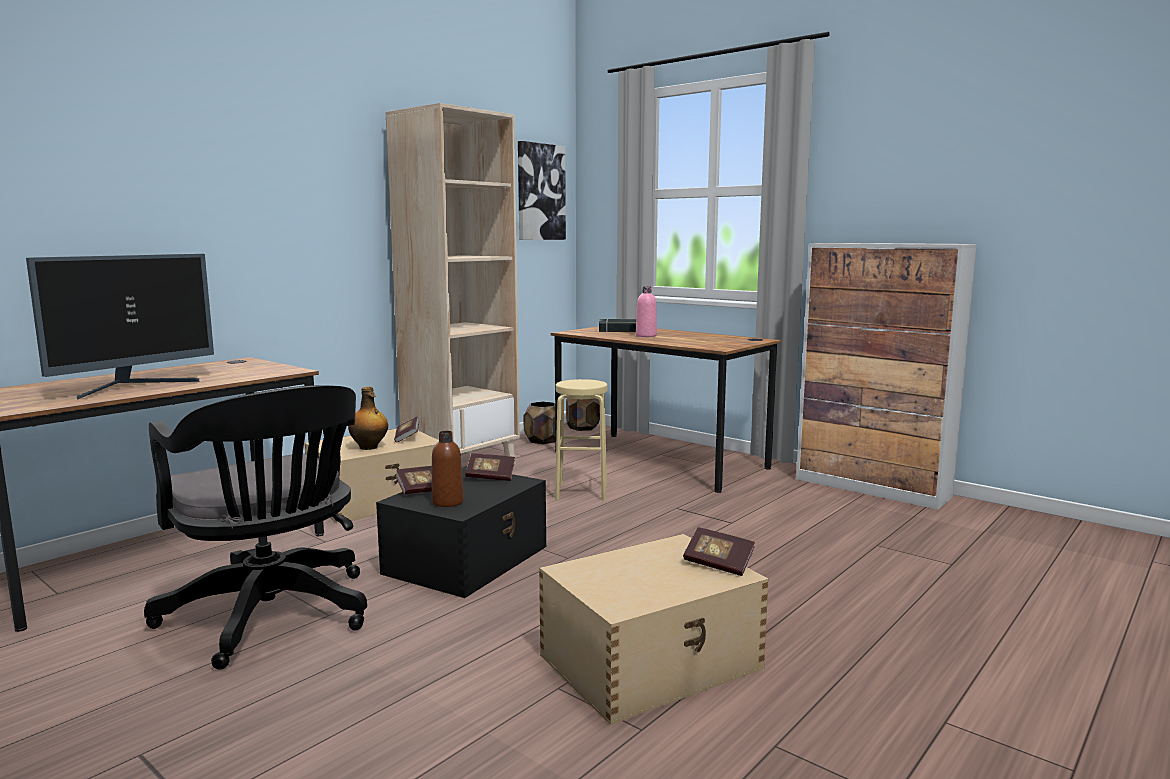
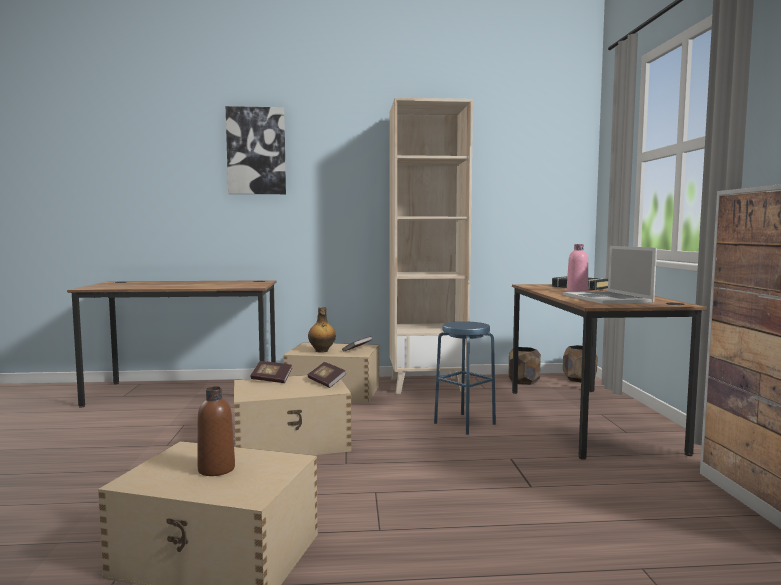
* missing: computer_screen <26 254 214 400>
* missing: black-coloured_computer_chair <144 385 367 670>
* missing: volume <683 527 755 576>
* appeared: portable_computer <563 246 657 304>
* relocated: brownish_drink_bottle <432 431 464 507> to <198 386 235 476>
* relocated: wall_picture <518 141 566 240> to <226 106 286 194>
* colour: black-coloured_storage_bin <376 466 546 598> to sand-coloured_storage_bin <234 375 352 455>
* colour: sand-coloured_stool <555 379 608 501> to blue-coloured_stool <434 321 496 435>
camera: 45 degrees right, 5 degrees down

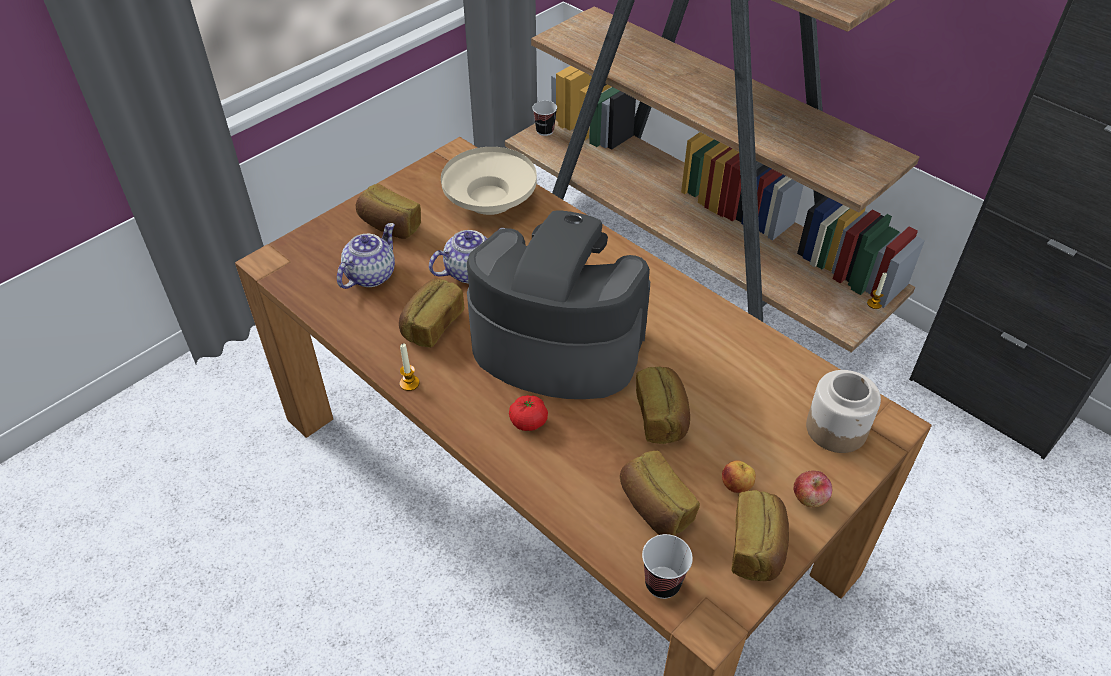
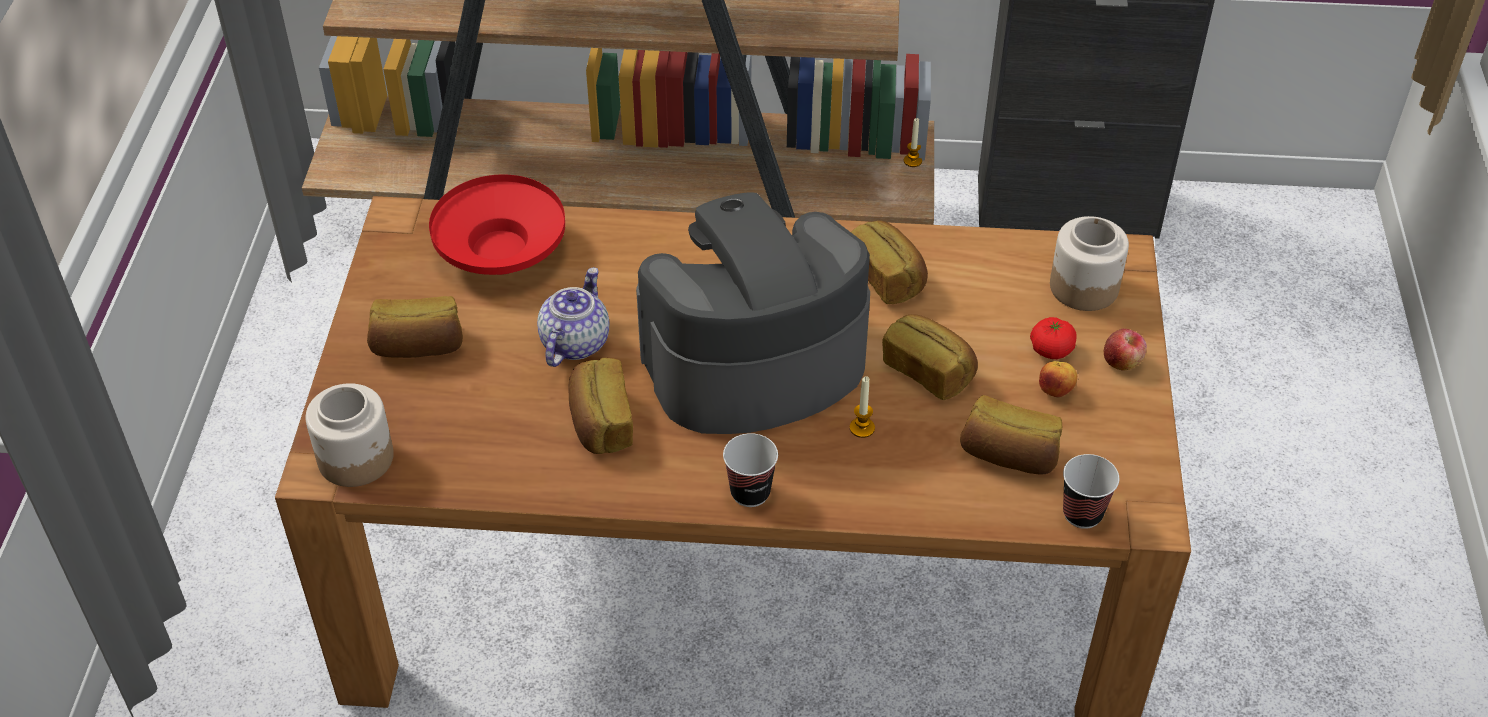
* missing: tea_pot <337 223 395 289>
* appeared: jar <305 383 394 487>
* relocated: candle <400 343 420 391> to <850 377 875 438>
* relocated: tomato <509 395 548 431> to <1030 317 1077 359>
* relocated: drinking_cup <532 101 557 136> to <723 433 778 507>
* relocated: bread <731 490 789 581> to <851 220 928 304>
* colour: sand-coloured_deep_dish <441 147 537 215> to reddish_deep_dish <429 175 565 275>
camera: 40 degrees left, 0 degrees up

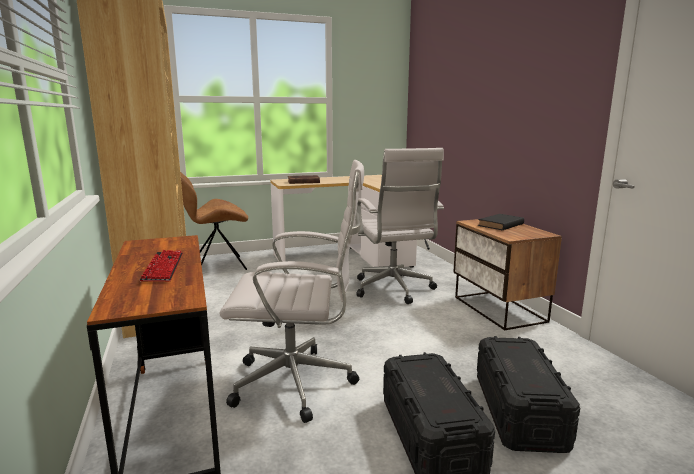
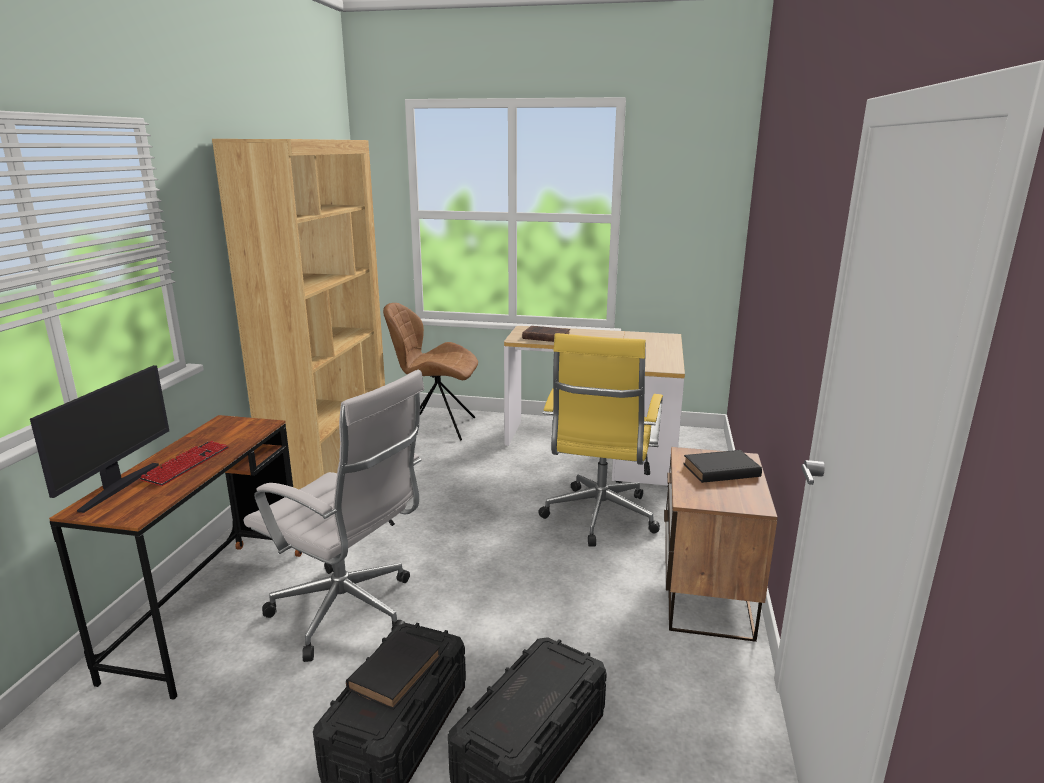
* appeared: computer_screen <30 365 169 513>
* appeared: black-coloured_volume <346 630 441 710>
* colour: white-coloured_computer_chair <355 148 444 304> to yellowish_computer_chair <538 333 663 547>
camera: 30 degrees right, 5 degrees up

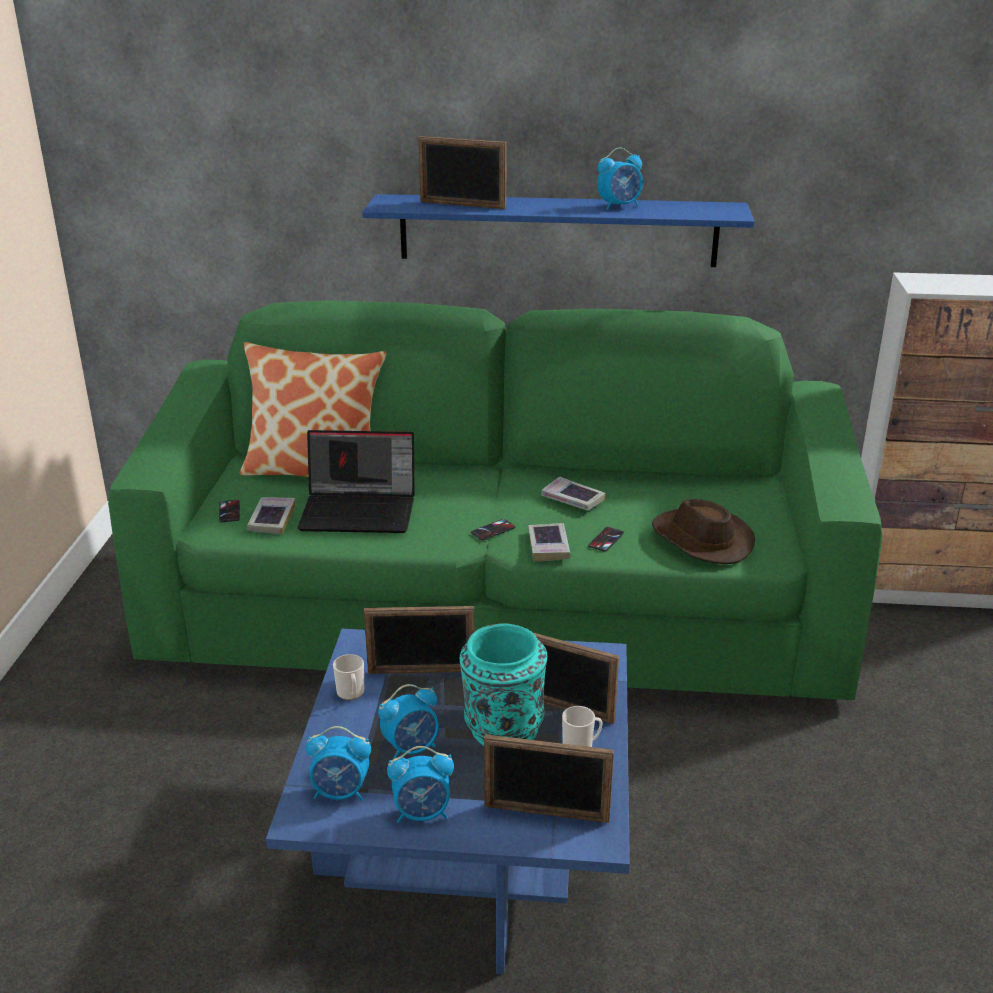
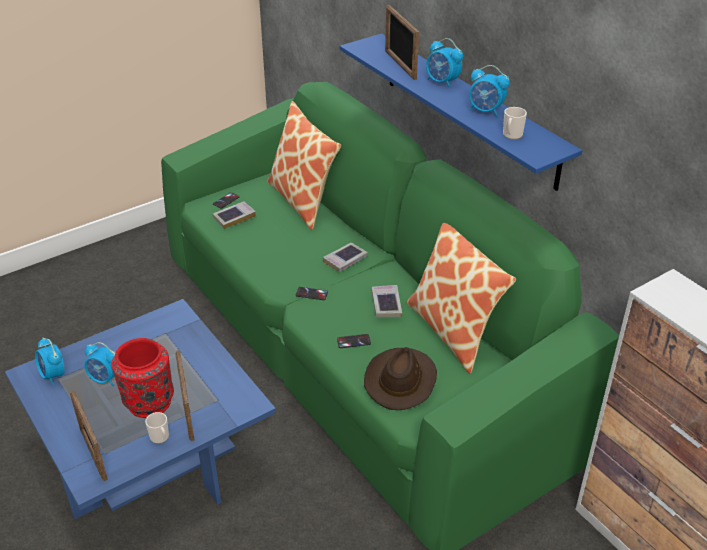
* missing: portable_computer <297 430 414 533>
* missing: picture_frame <364 606 475 674>
* appeared: pillow <407 223 516 374>
* relocated: mug <333 654 364 700> to <503 107 527 140>
* relocated: alarm_clock <387 746 454 823> to <426 38 463 88>
* relocated: volume <528 523 571 562> to <323 243 368 272>
* colour: turquoise_decorative_vase <460 623 547 746> to reddish_decorative_vase <111 338 174 418>
camera: 50 degrees right, 10 degrees up

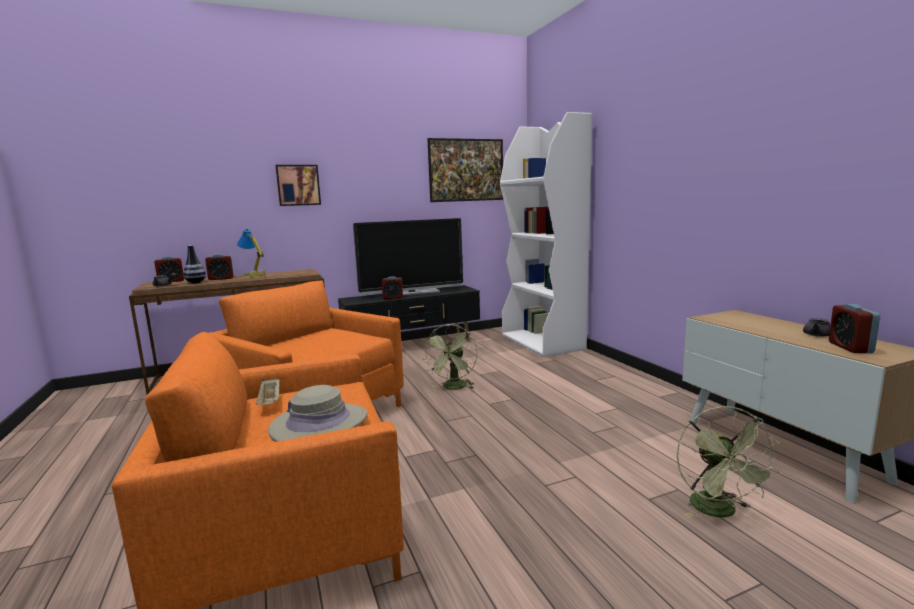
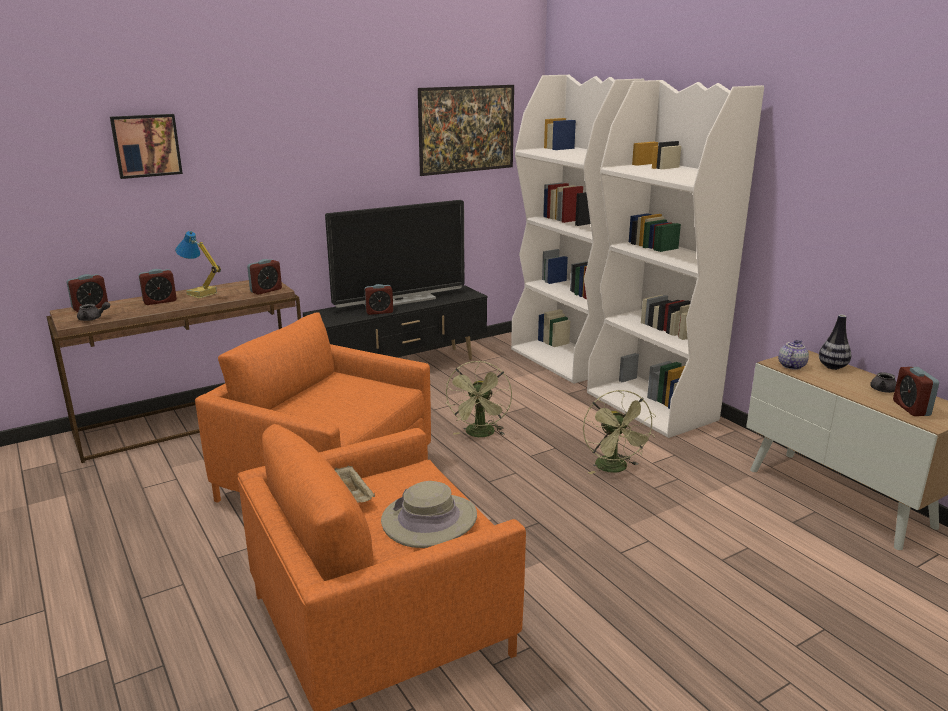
* appeared: alarm_clock <247 259 282 295>
* appeared: white-coloured_bookcase <587 80 764 438>
* appeared: tea_pot <778 340 809 370>
* relocated: decorative_vase <183 245 206 283> to <819 315 851 370>
* relocated: wall_picture <276 165 321 206> to <110 114 183 179>
* relocated: green_electric_fan <677 406 781 518> to <583 390 656 474>
camera: 10 degrees left, 10 degrees up

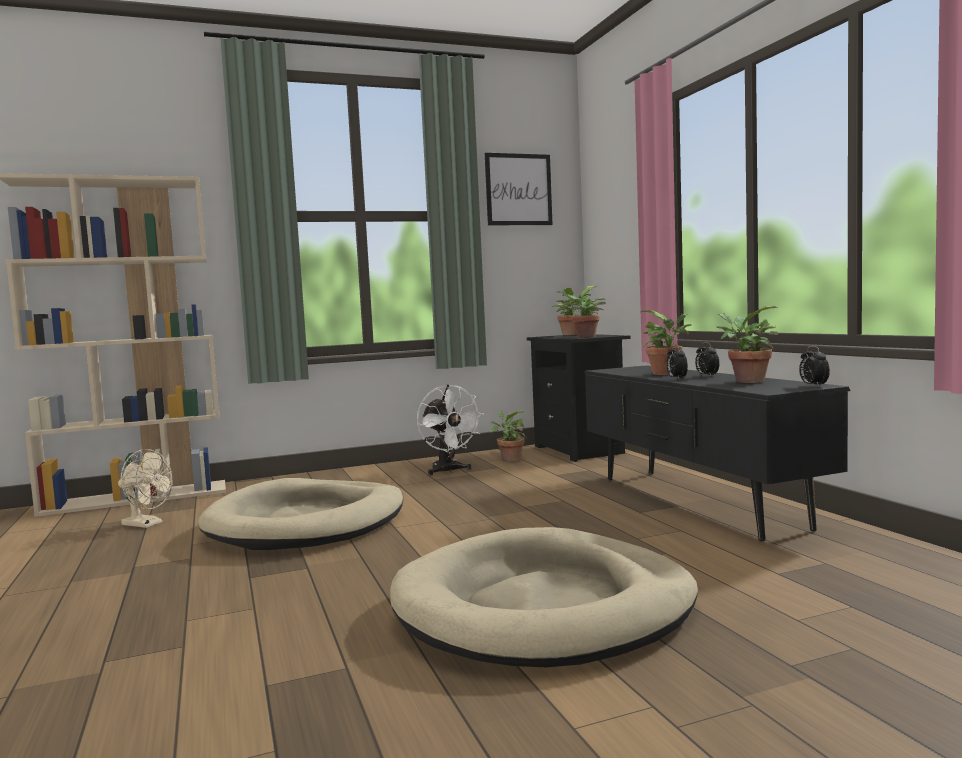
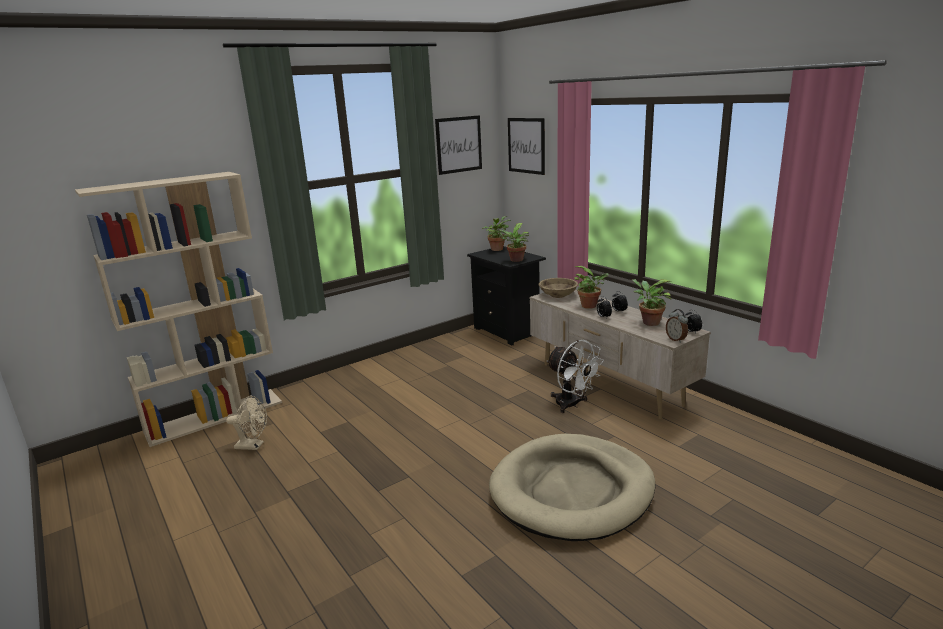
* missing: sand-coloured_pet_bed <198 478 403 550>
* missing: plant_in_a_pot <490 410 526 462>
* appeared: wall_picture <508 118 545 175>
* appeared: sand-coloured_deep_dish <539 278 578 298>
* appeared: alarm_clock <666 309 688 343>
* relocated: white-coloured_electric_fan <417 384 483 476> to <547 340 604 413>
* colour: black-coloured_tv_stand <585 365 851 541> to sand-coloured_tv_stand <530 290 711 419>
camera: 15 degrees left, 15 degrees up

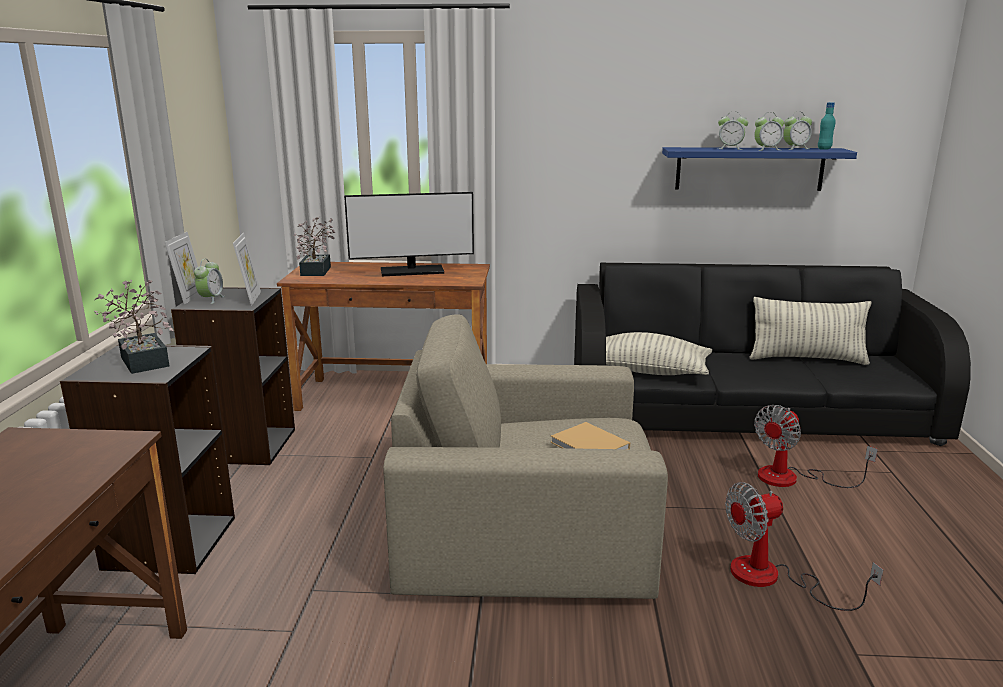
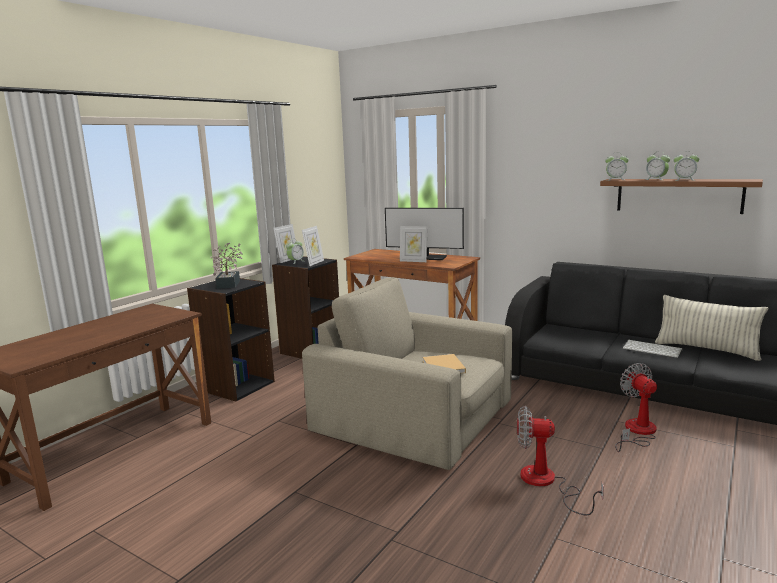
* missing: plant_in_a_pot <294 217 336 276>
* missing: pillow <606 332 712 375>
* missing: turquoise_drink_bottle <818 102 836 150>
* appeared: picture_frame <400 226 428 262>
* appeared: keyboard <623 340 683 358>
* relocated: alarm_clock <783 112 812 150> to <605 152 629 181>
* colour: blue-coloured_bracket_shelf <662 147 857 191> to brownish_bracket_shelf <600 179 763 214>
* spun: electric_fan <754 405 878 488> = <615 363 657 452> 90 degrees clockwise
camera: 30 degrees right, 5 degrees down

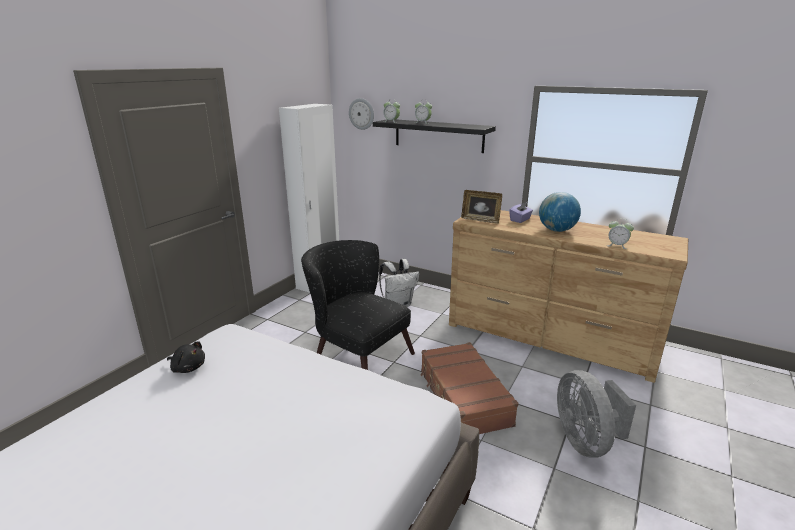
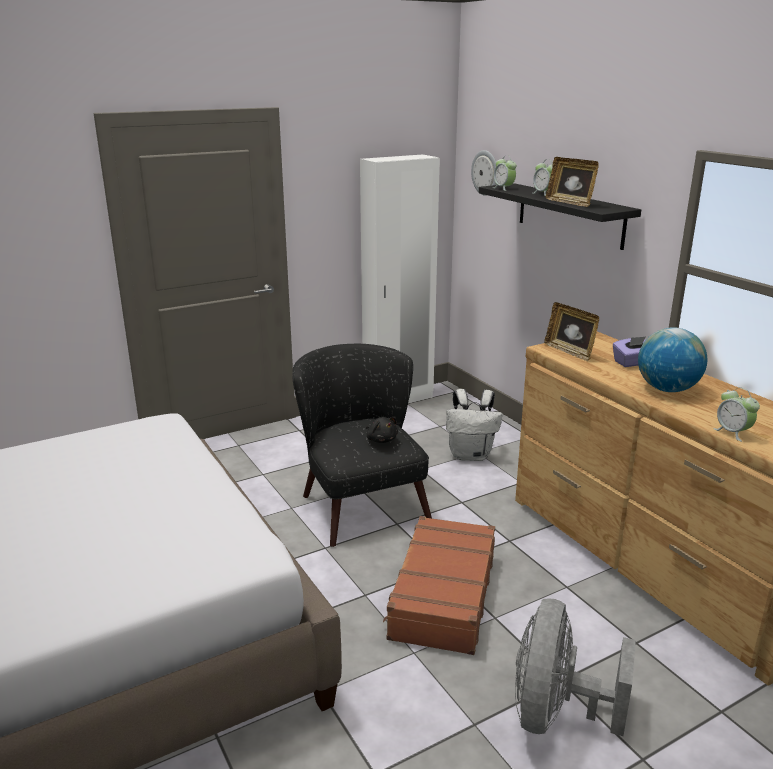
* appeared: picture_frame <546 157 599 207>
* relocated: black-coloured_soft_toy <167 341 205 373> to <366 417 398 443>
camera: 30 degrees right, 0 degrees up

